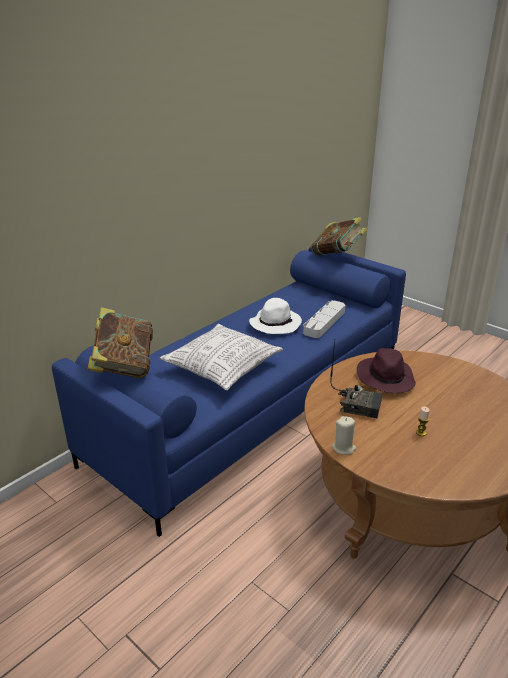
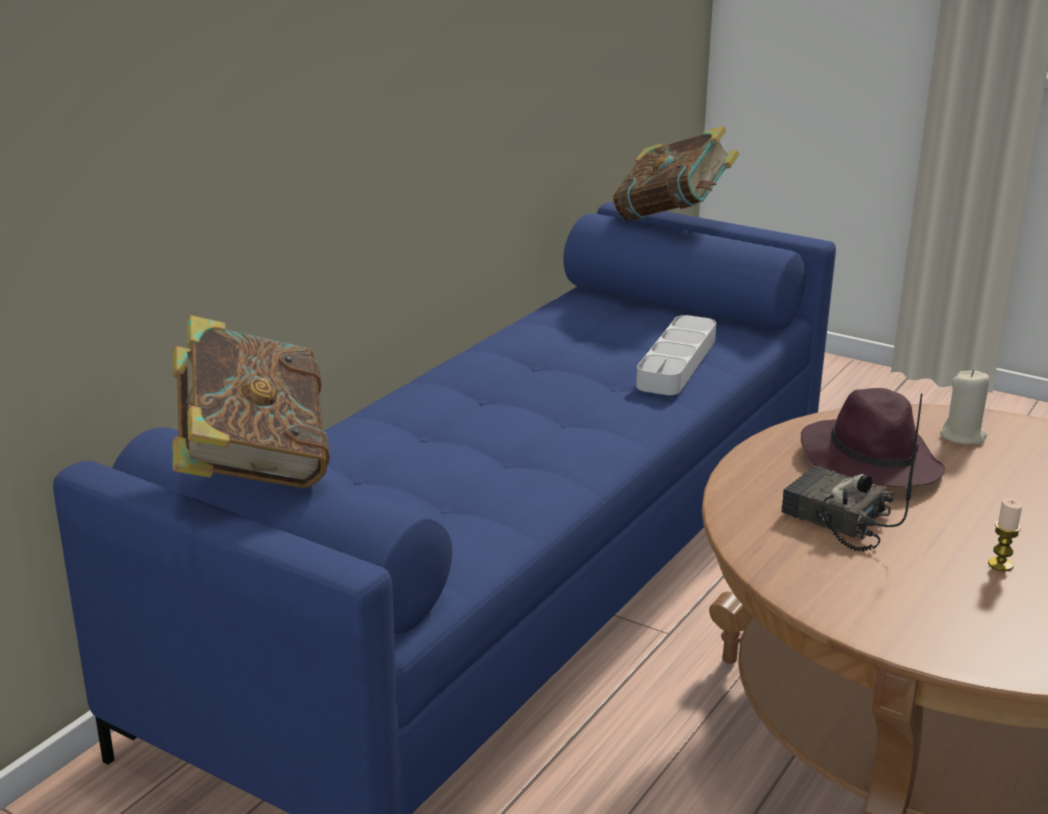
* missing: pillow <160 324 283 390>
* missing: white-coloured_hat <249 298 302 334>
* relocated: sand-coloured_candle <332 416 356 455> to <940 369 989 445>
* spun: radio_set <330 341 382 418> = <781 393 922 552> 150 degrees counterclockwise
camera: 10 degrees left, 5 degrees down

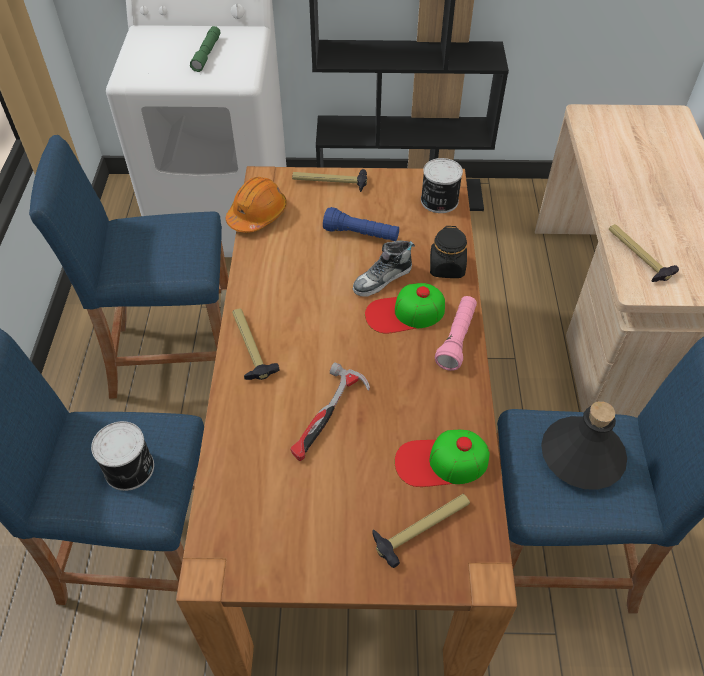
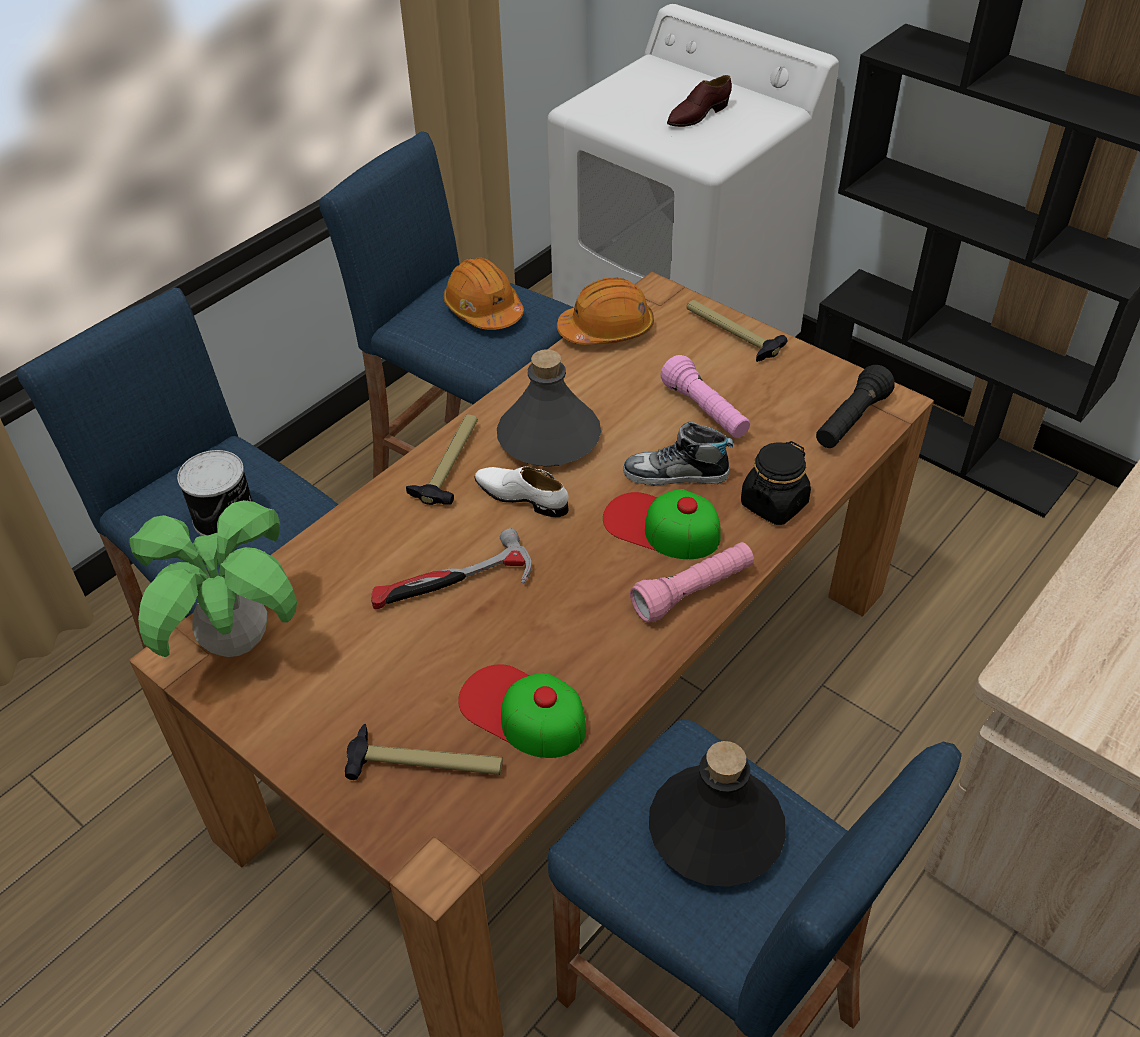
* missing: hand_hammer <609 224 679 282>
* appeared: plant_in_a_pot <129 500 297 657>
* appeared: orangey_work_helmet <443 257 524 330>
* appeared: white-coloured_low_shoe <474 467 568 517>
* appeared: greyish_drink_bottle <497 349 601 466>
* exchanged: green_flashlight <190 26 221 72> to brownish_low_shoe <667 75 732 127>
* exchanged: can <421 158 463 213> to black-coloured_flashlight <816 365 895 448>
* colour: blue-coloured_flashlight <323 207 399 241> to pinkish_flashlight <660 355 750 438>
camera: 40 degrees right, 5 degrees down

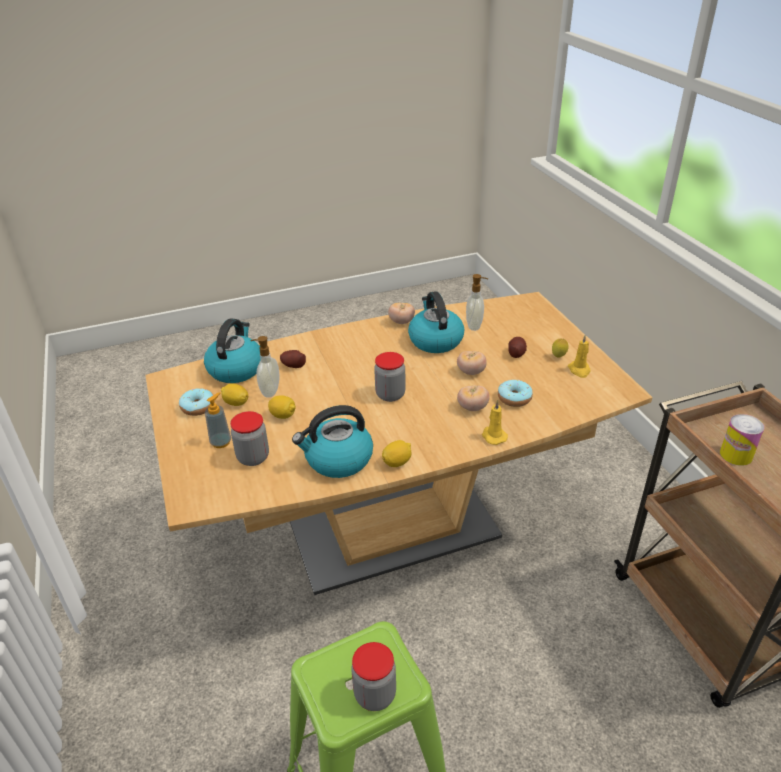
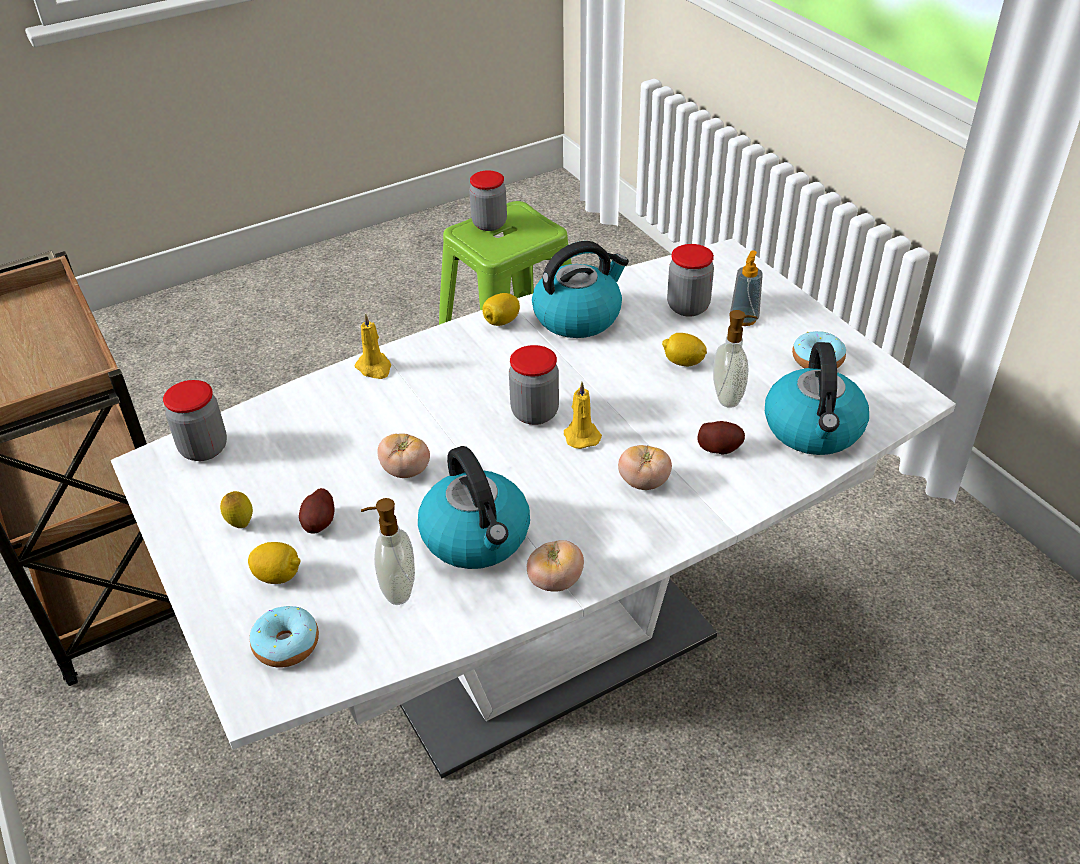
* missing: can <720 414 764 466>
* appeared: jar <163 380 227 461>
* relocated: whole_lemon <221 383 248 406> to <248 542 300 584>
* relocated: tomato <457 385 490 411> to <618 445 672 490>
* relocated: doughnut <498 380 533 407> to <249 606 319 667>
* relocated: yellowish_candle <568 335 591 378> to <564 382 602 449>
* colour: brownish_dining_table <145 292 653 595> to white-coloured_dining_table <111 238 956 778>
camera: 170 degrees right, 5 degrees up

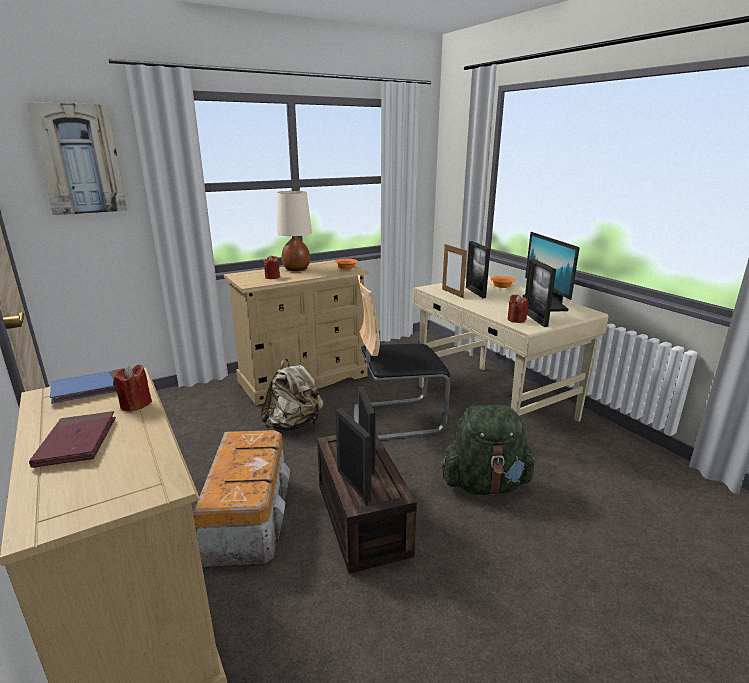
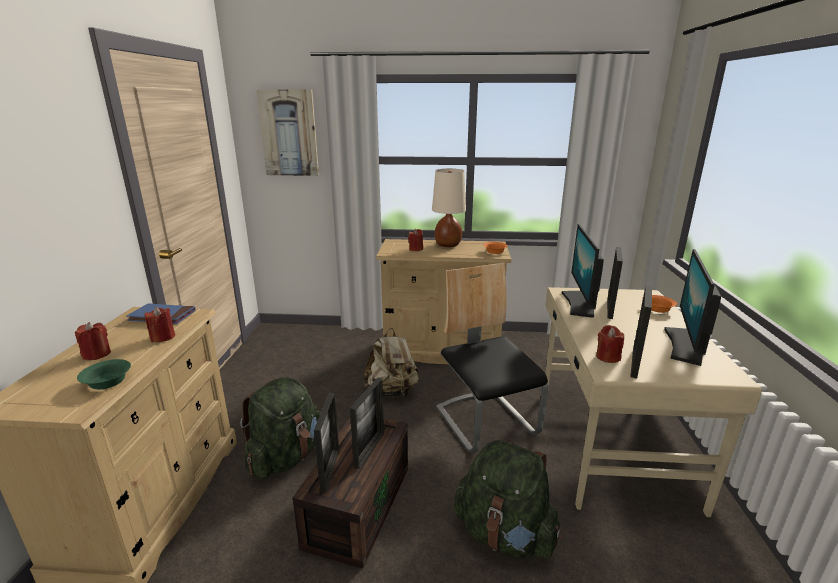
* appeared: green_deep_dish <77 359 131 389>
* exchanged: reddish_volume <29 411 116 468> to reddish_candle <75 322 111 360>
* exchanged: storage_bin <193 430 290 567> to green_rucksack <240 377 320 478>
* exchanged: picture_frame <442 243 467 298> to computer_screen <562 224 604 318>
* spun: chair <354 275 451 441> = <436 263 549 453> 45 degrees clockwise
camera: 35 degrees right, 0 degrees up

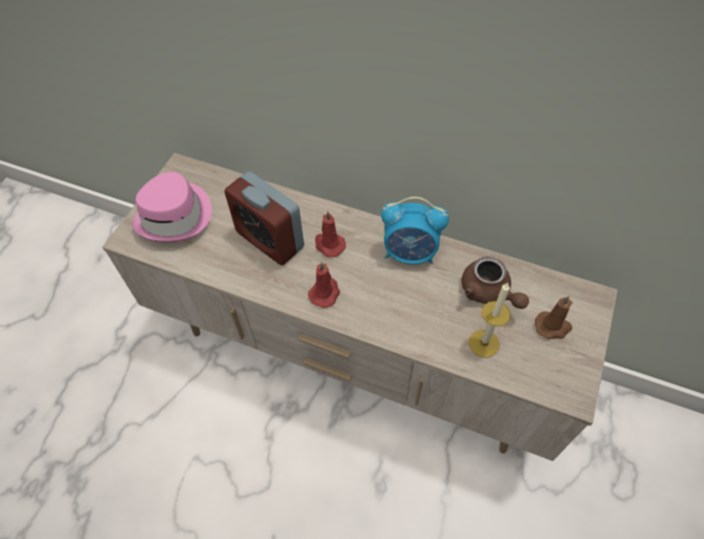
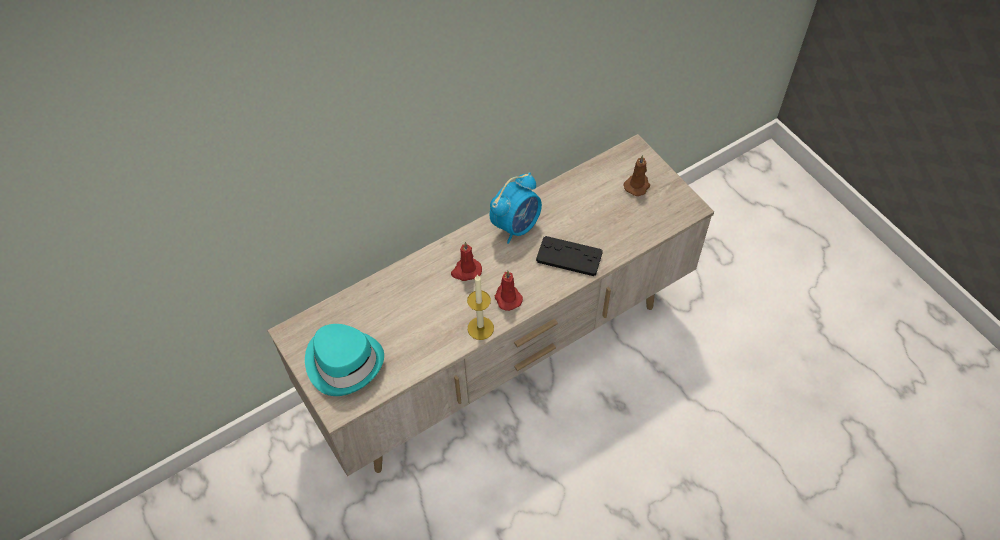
* missing: alarm_clock <224 171 304 266>
* missing: brownish_tea_pot <462 256 529 309>
* appeared: black-coloured_gamepad <536 236 603 276>
* relocated: candle <469 283 510 358> to <467 274 494 340>
* colour: pinkish_hat <132 172 212 243> to turquoise_hat <305 324 384 396>
camera: 55 degrees left, 0 degrees up

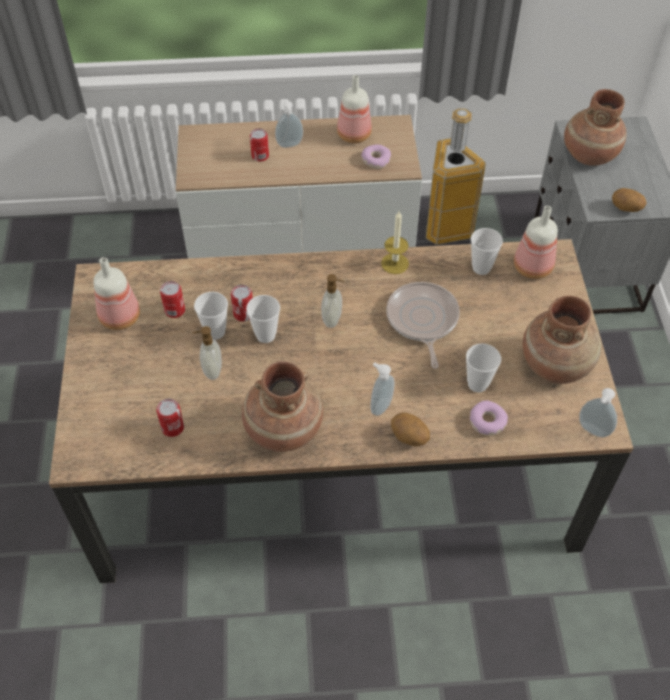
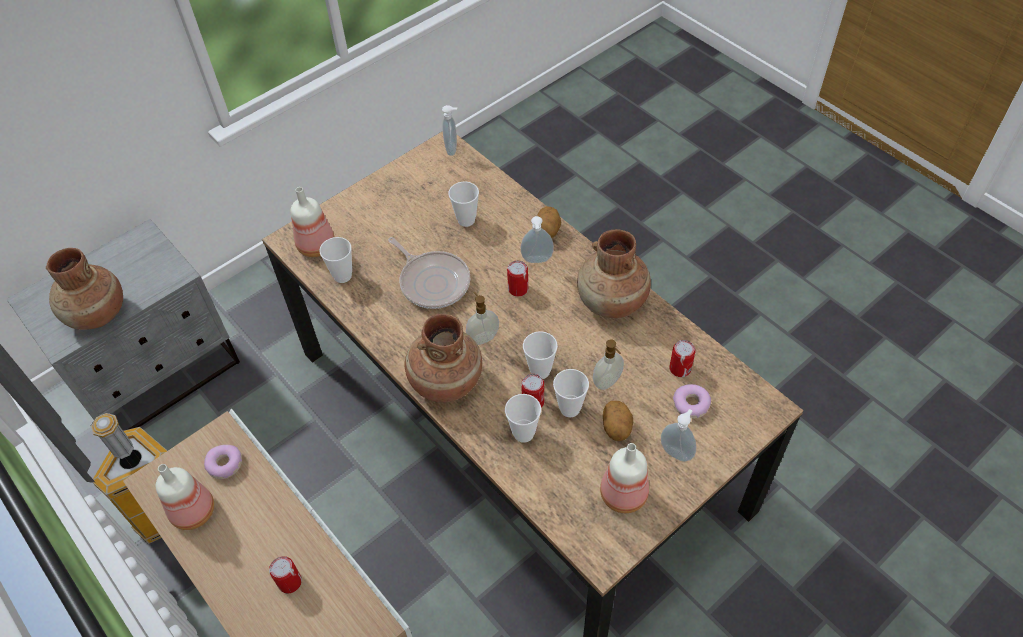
* missing: candle <381 211 409 274>
* appeared: drinking_cup <505 394 541 443>
* relocated: can <160 281 185 318> to <507 260 528 296>
* relocated: soap_bottle <275 101 303 148> to <661 409 696 462>
* relocated: doughnut <470 400 508 436> to <673 384 711 418>
* relocated: brownish_decorative_vase <523 296 601 384> to <405 314 482 402>
* relocated: spud <612 188 647 212> to <603 401 633 441>
* spun: pan <386 282 460 369> = <388 237 470 309> 90 degrees counterclockwise
camera: 125 degrees left, 0 degrees up

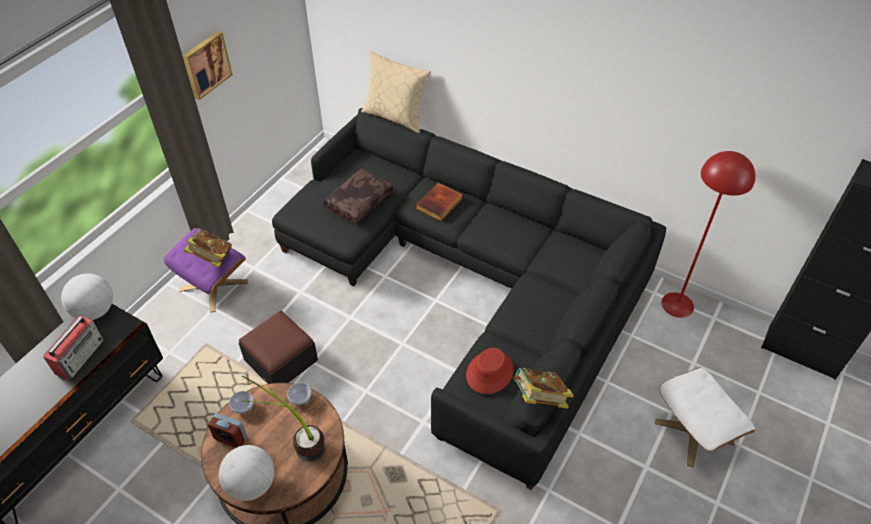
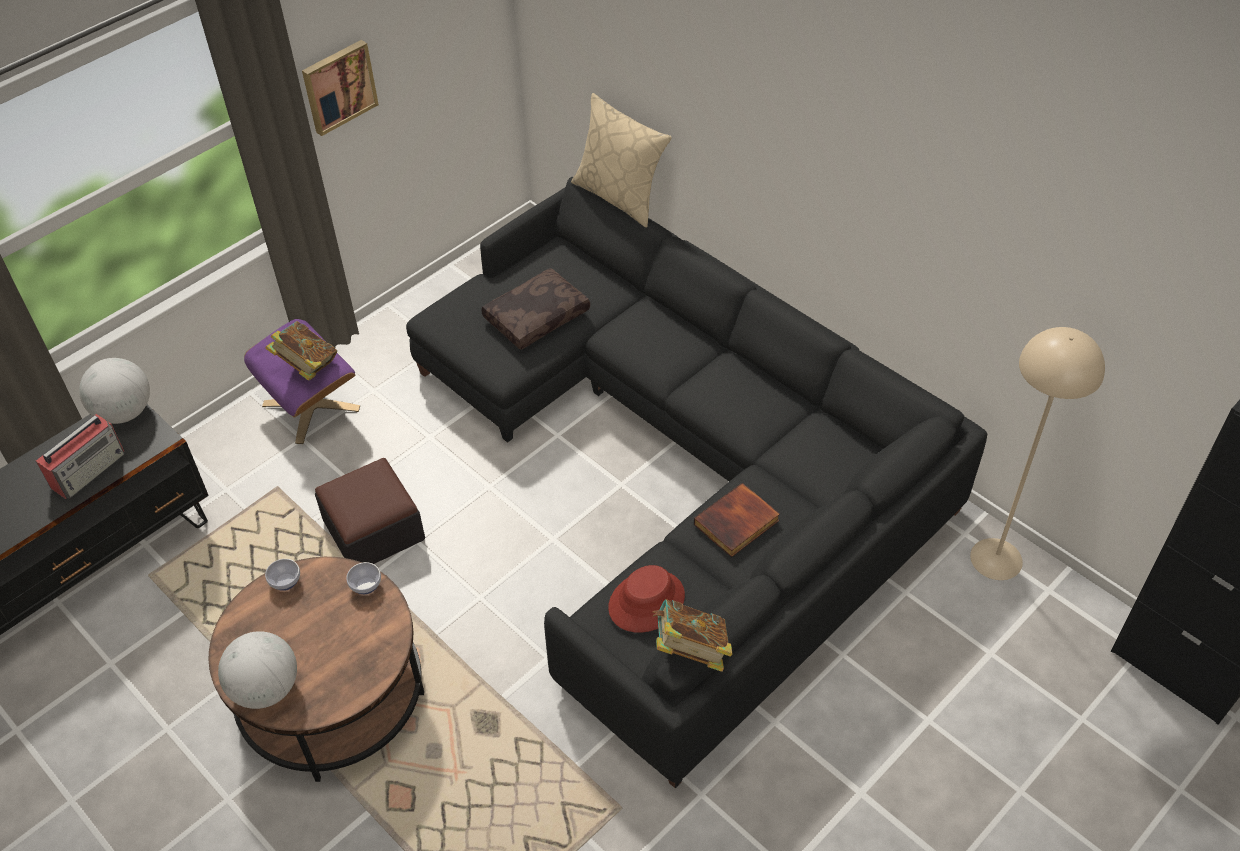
* missing: alarm_clock <208 413 247 448>
* missing: plant_in_a_pot <242 375 325 462>
* missing: white-coloured_footrest <655 367 756 467>
* relocated: volume <415 183 463 221> to <694 483 780 557>
* colour: reddish_standing_lamp <661 151 756 318> to sand-coloured_standing_lamp <970 327 1105 580>
camera: 15 degrees right, 0 degrees up

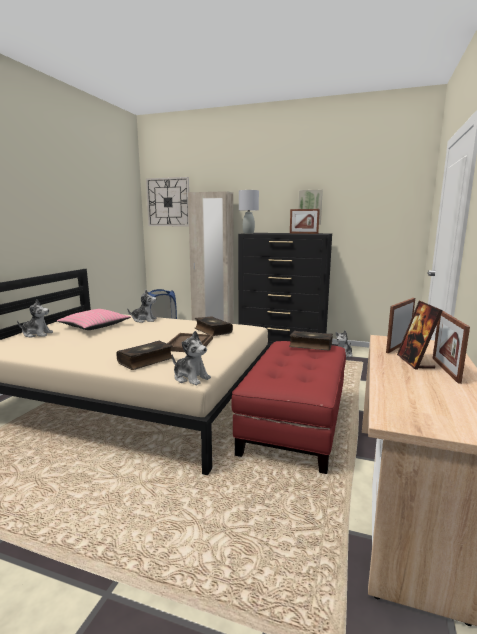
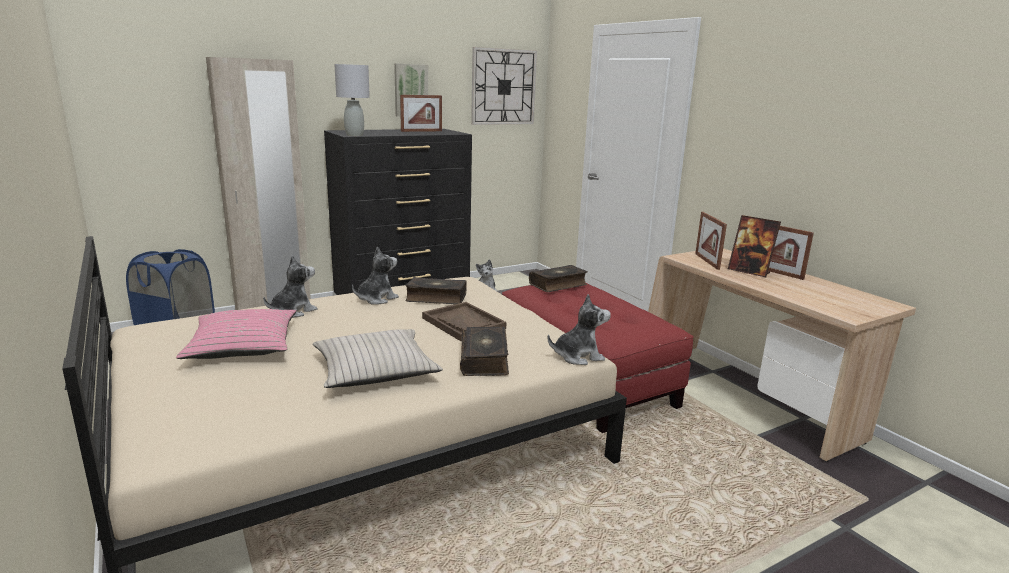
* appeared: sand-coloured_pillow <313 329 443 388>
* relocated: soft_toy <17 299 53 338> to <352 246 399 305>
* relocated: clock_on_the_wall <146 177 189 226> to <471 47 537 125>
camera: 50 degrees left, 5 degrees up

